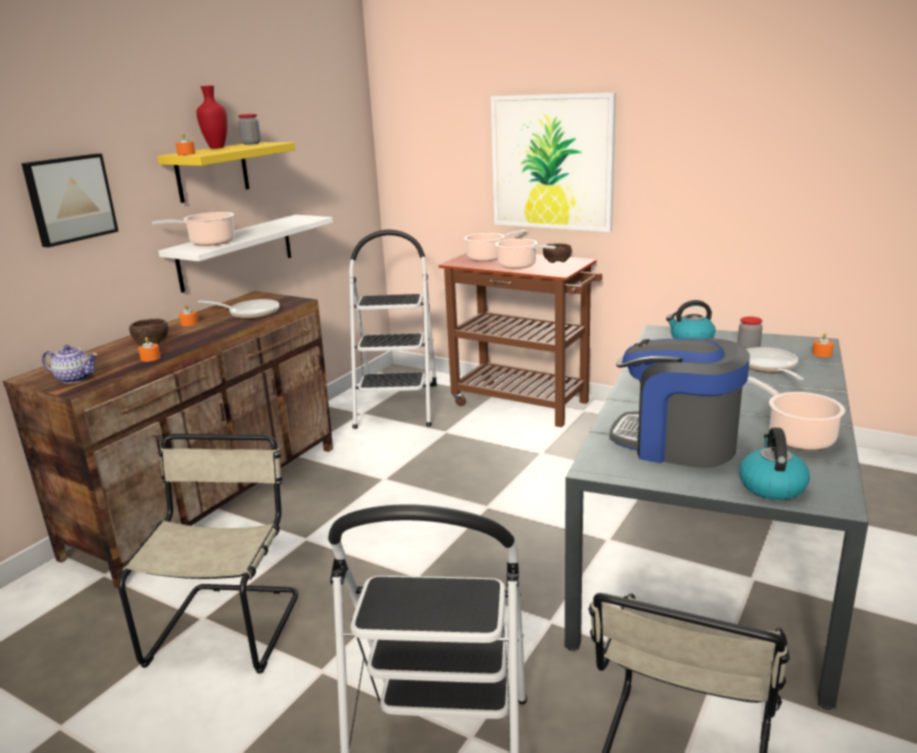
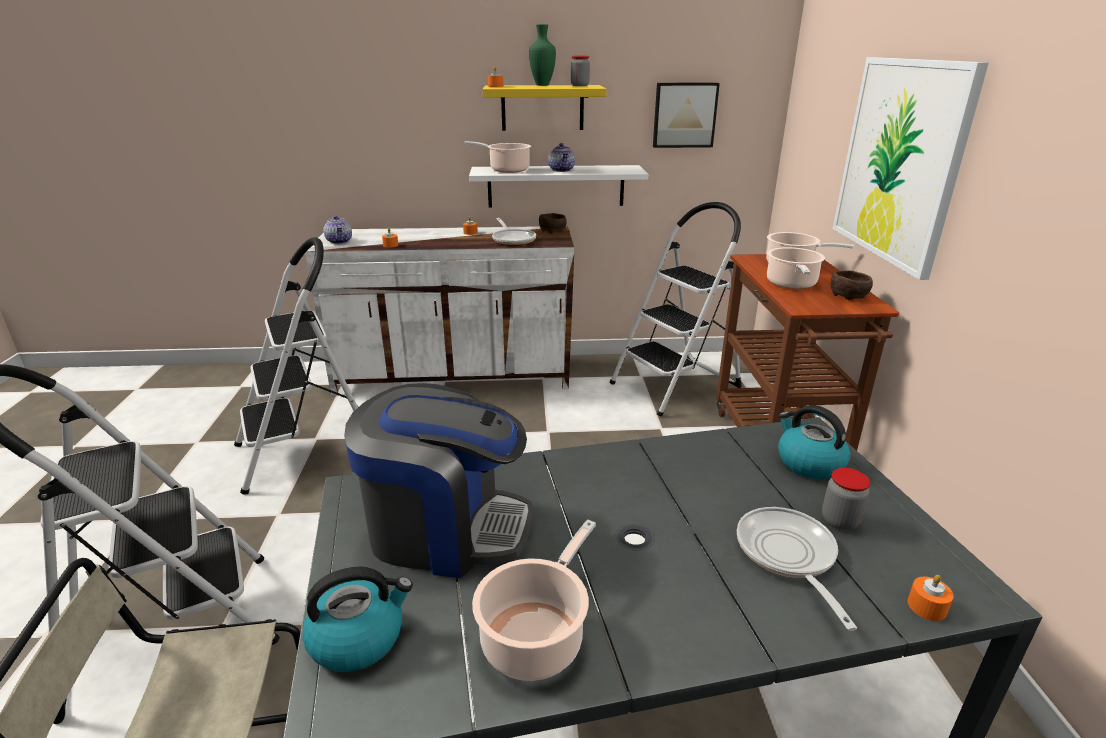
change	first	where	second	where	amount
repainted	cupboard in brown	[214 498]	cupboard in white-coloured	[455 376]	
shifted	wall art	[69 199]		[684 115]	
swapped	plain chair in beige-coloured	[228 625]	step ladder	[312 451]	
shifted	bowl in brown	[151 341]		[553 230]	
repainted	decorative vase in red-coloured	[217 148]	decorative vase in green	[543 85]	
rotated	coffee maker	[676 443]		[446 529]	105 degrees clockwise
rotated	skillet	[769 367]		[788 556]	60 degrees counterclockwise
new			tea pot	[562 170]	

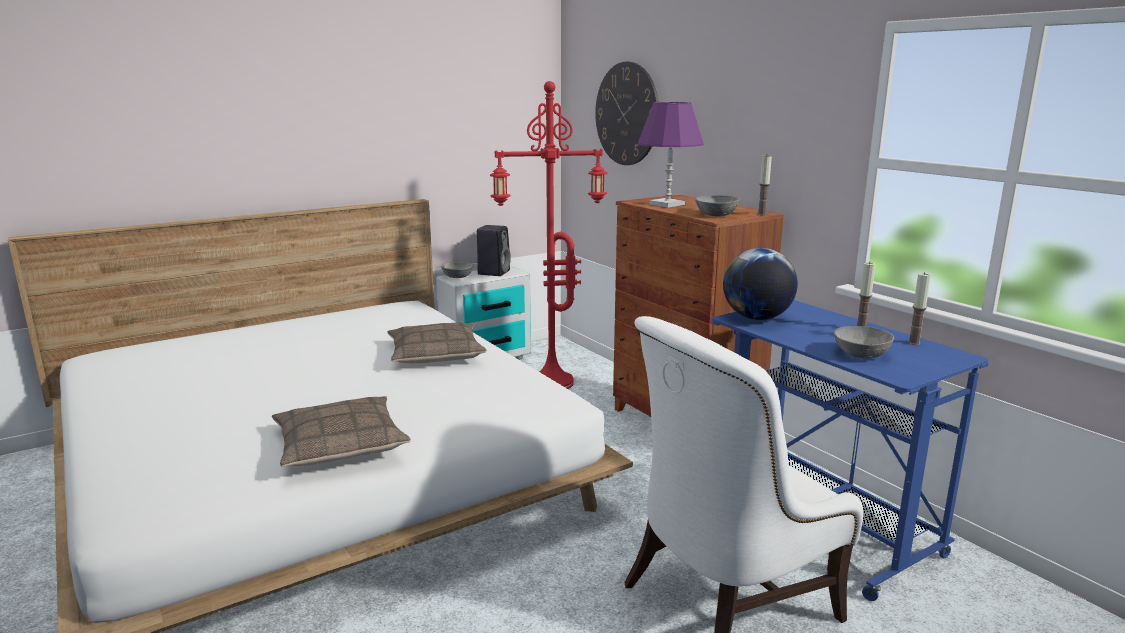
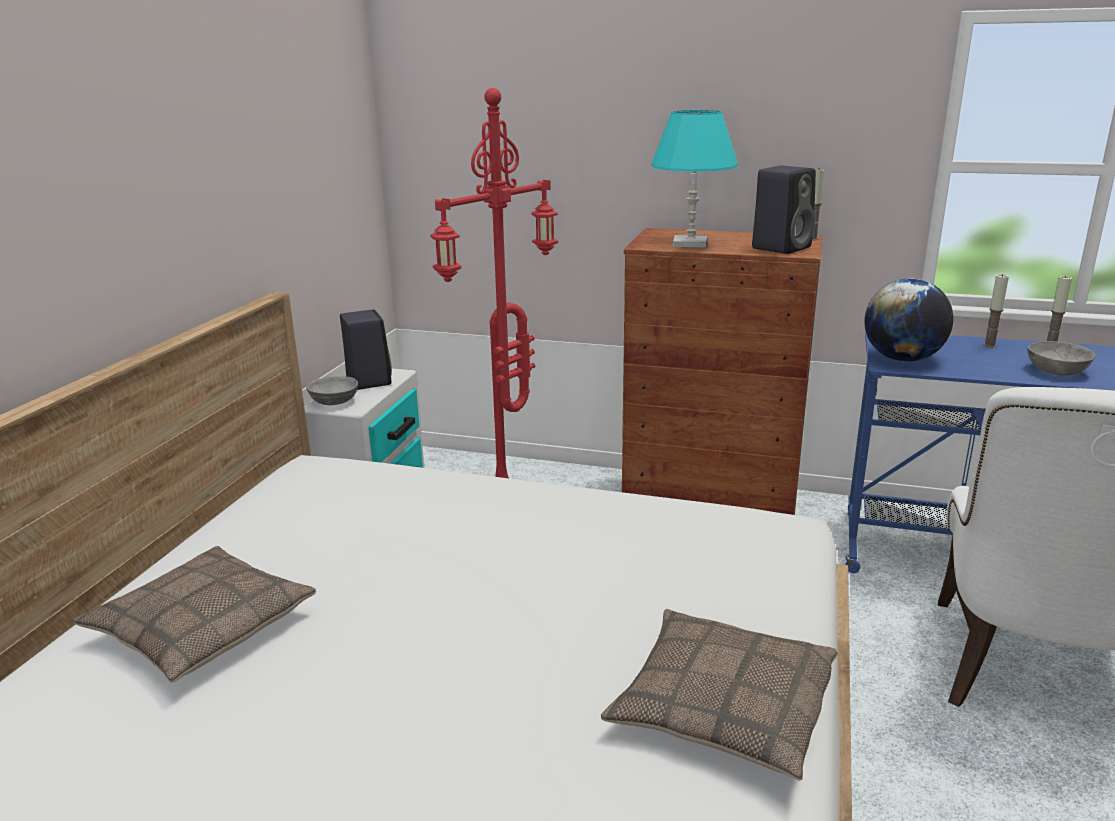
change	first	where	second	where	amount
shifted	throw pillow	[435 354]		[201 627]	
gone	clock on the wall	[627 114]			
repainted	table lamp in purple-coloured	[667 204]	table lamp in turquoise	[690 243]	
swapped	bowl in greyish	[716 214]	audio speaker in black	[782 247]	

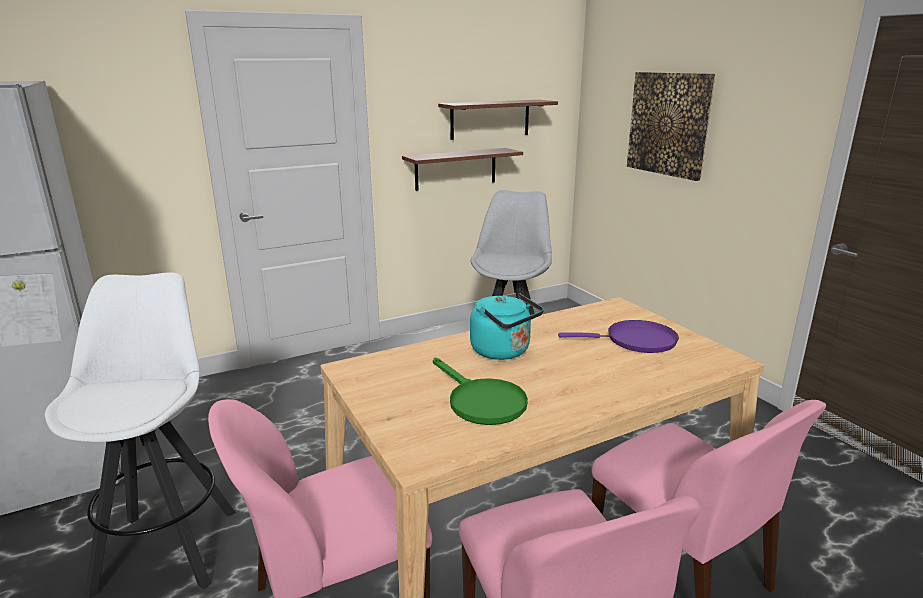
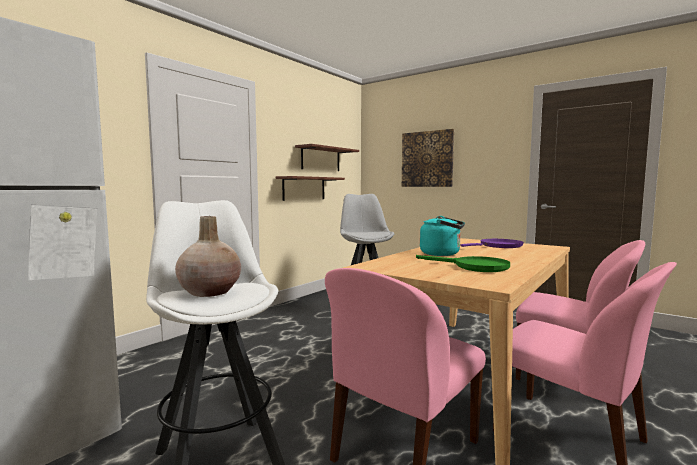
change	first	where	second	where	amount
new			decorative vase in beige-coloured	[210 291]	

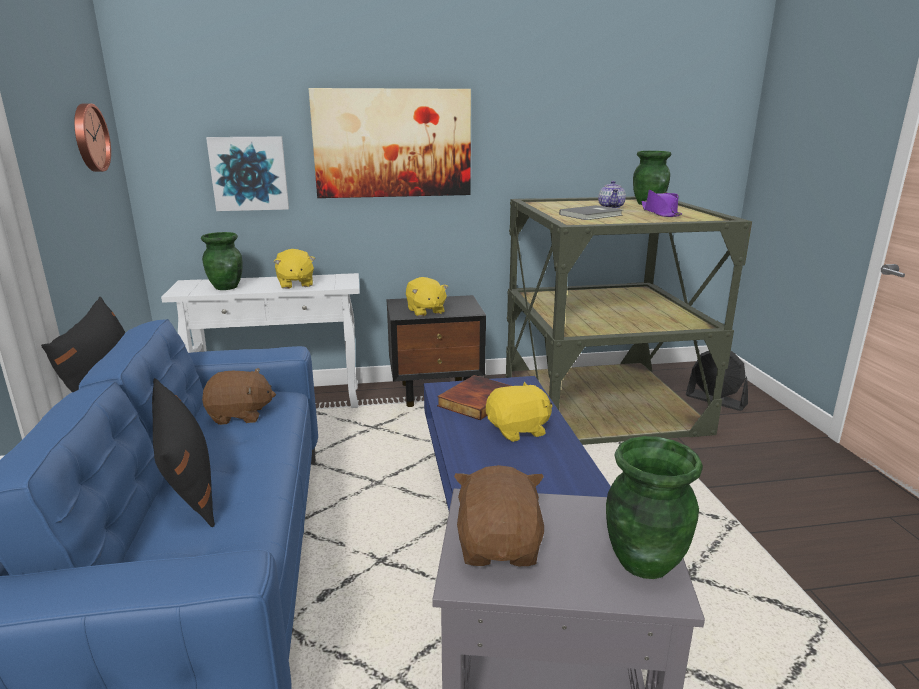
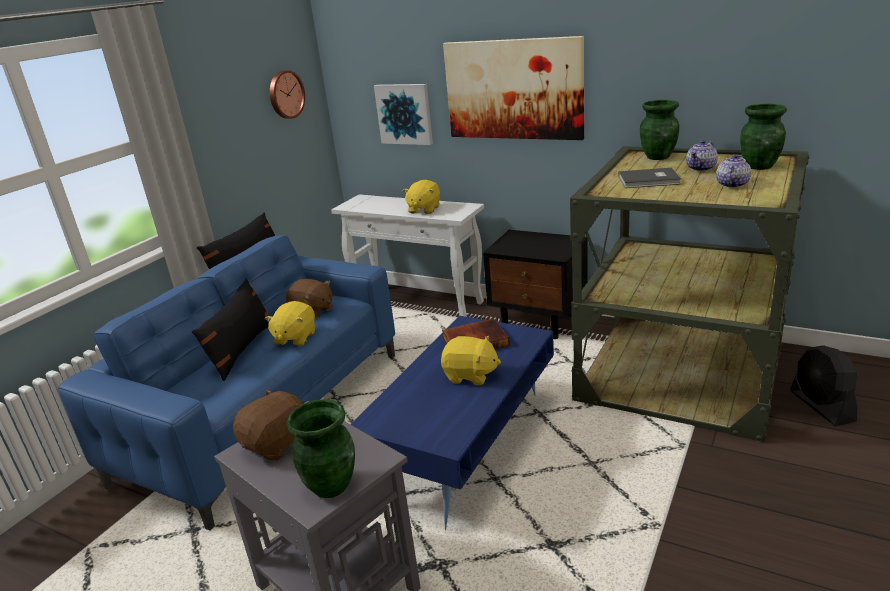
change	first	where	second	where	amount
shifted	decorative vase in green	[226 287]		[658 157]	
shifted	soft toy in yellow	[425 311]		[295 338]	
swapped	wearable hat in purple-coloured	[660 213]	tea pot	[731 185]	

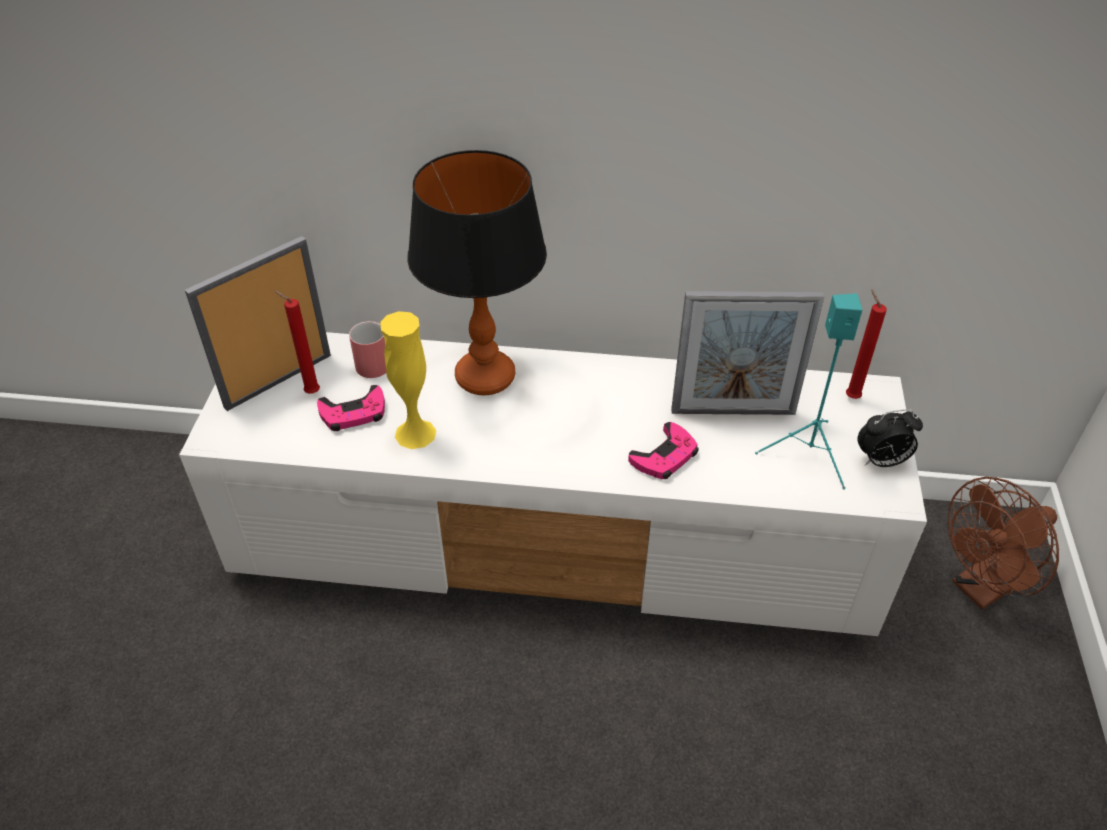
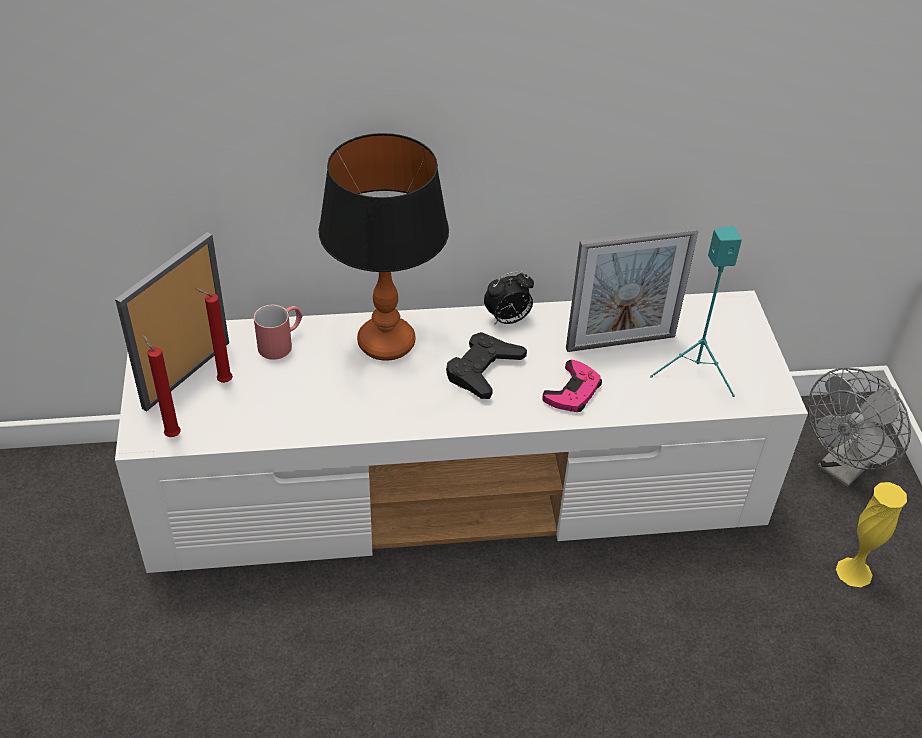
change	first	where	second	where	amount
gone	game controller in pinkish	[353 413]			
shifted	decorative vase in yellow	[415 433]		[854 572]	
shifted	wax candle in red-coloured	[850 396]		[171 434]	
shifted	alarm clock	[881 461]		[507 320]	
repainted	cooling fan in brown	[982 588]	cooling fan in greyish	[843 468]	
new			game controller in black	[483 370]	

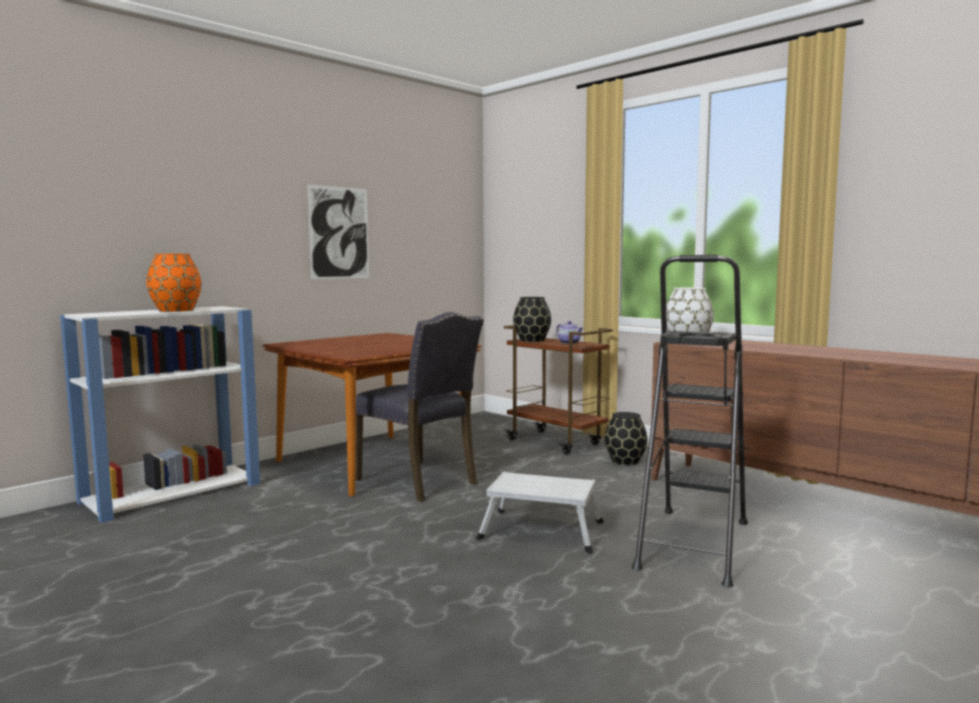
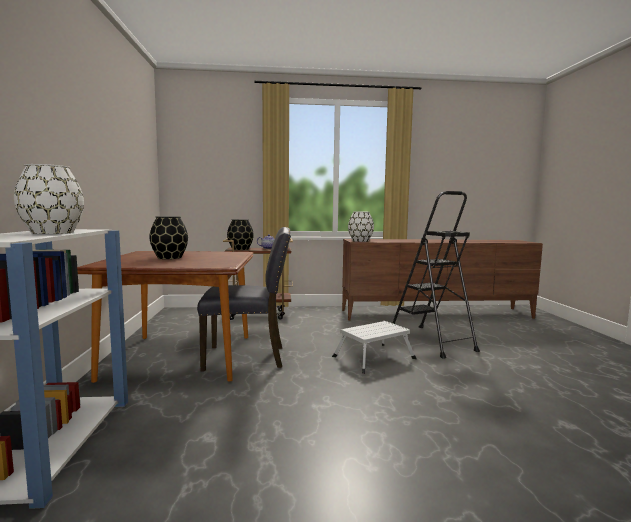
change	first	where	second	where	amount
repainted	decorative vase in orange-coloured	[176 310]	decorative vase in white-coloured	[52 232]	
gone	wall art	[339 233]			
shifted	decorative vase in black	[624 461]		[169 257]	

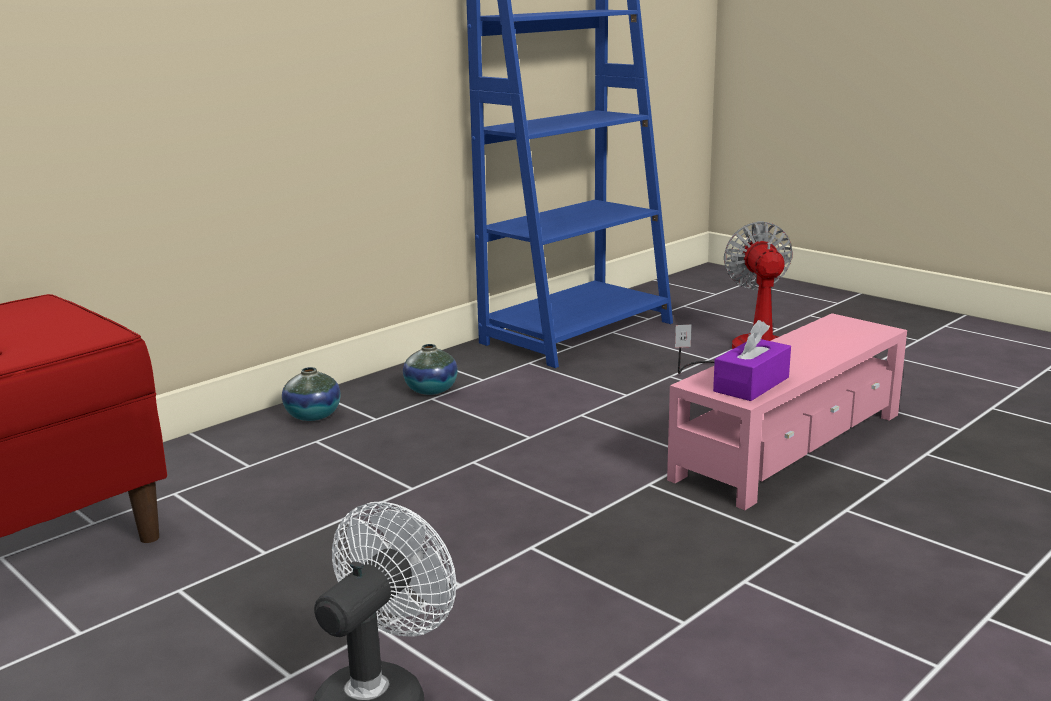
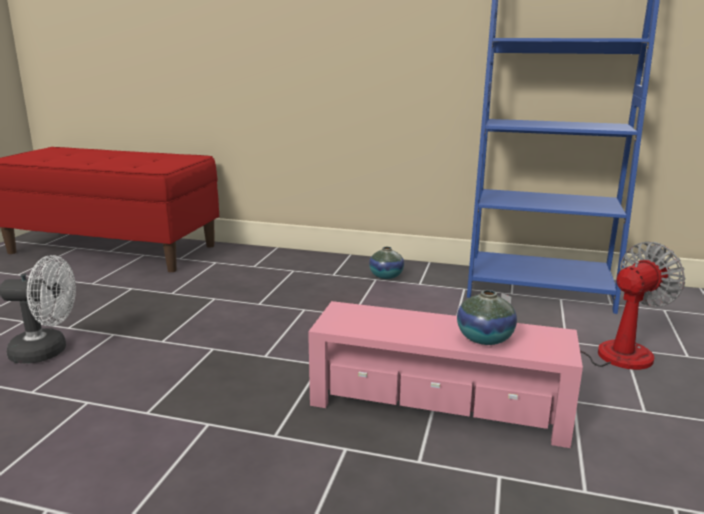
change	first	where	second	where	amount
shifted	decorative vase	[313 416]		[484 338]	
gone	tissue holder in purple-coloured	[751 384]			

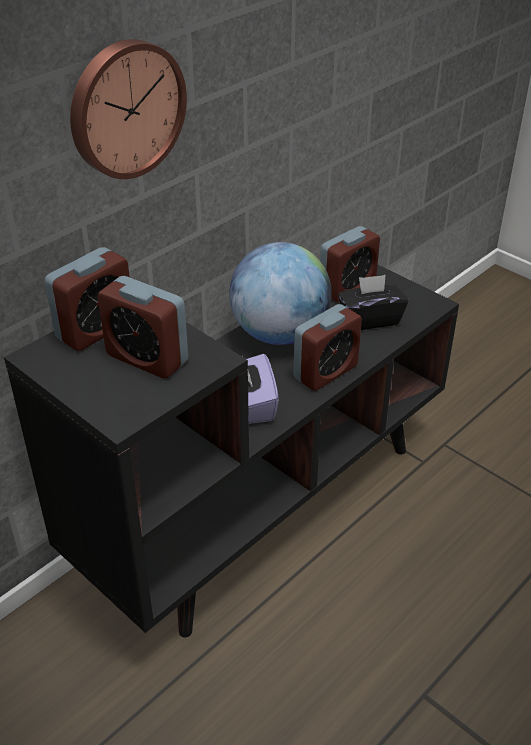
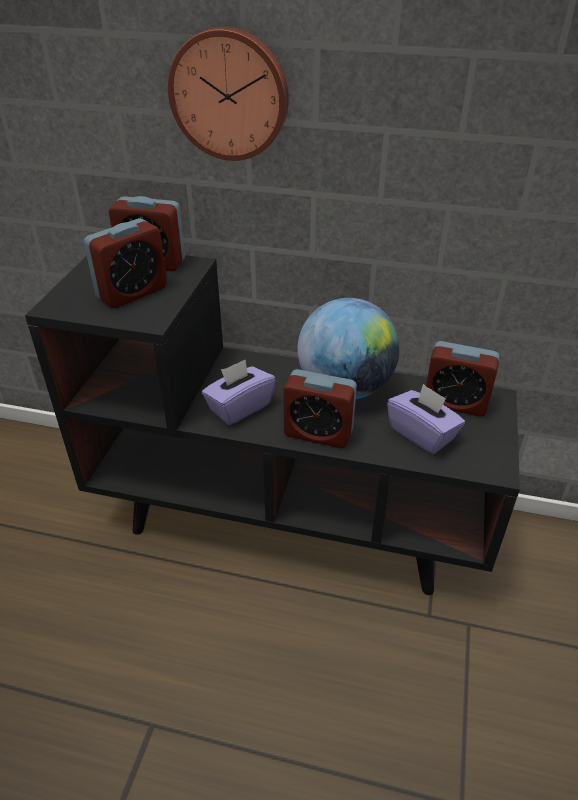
change	first	where	second	where	amount
rotated	alarm clock	[147 358]		[132 292]	135 degrees counterclockwise
repainted	tissue holder in black	[370 319]	tissue holder in purple-coloured	[422 434]	

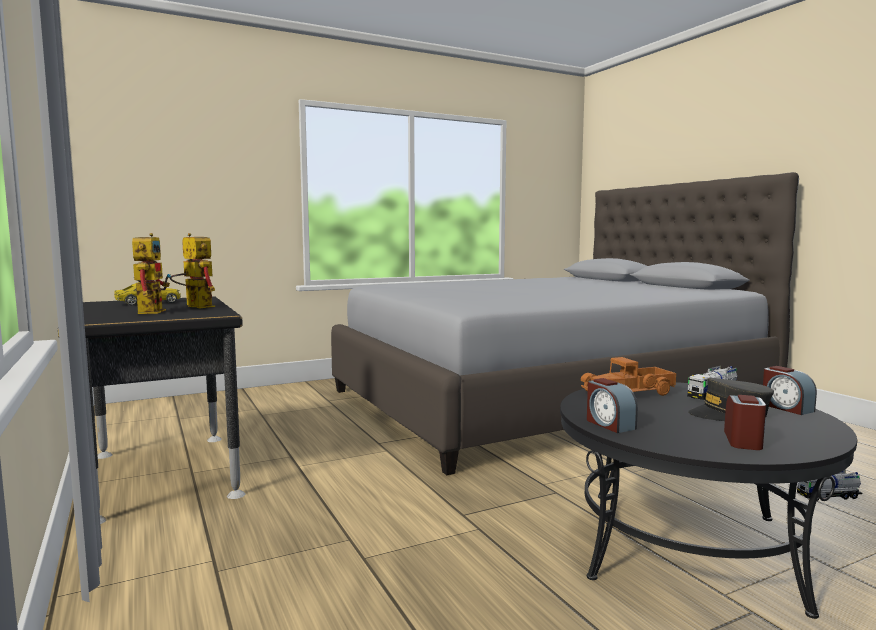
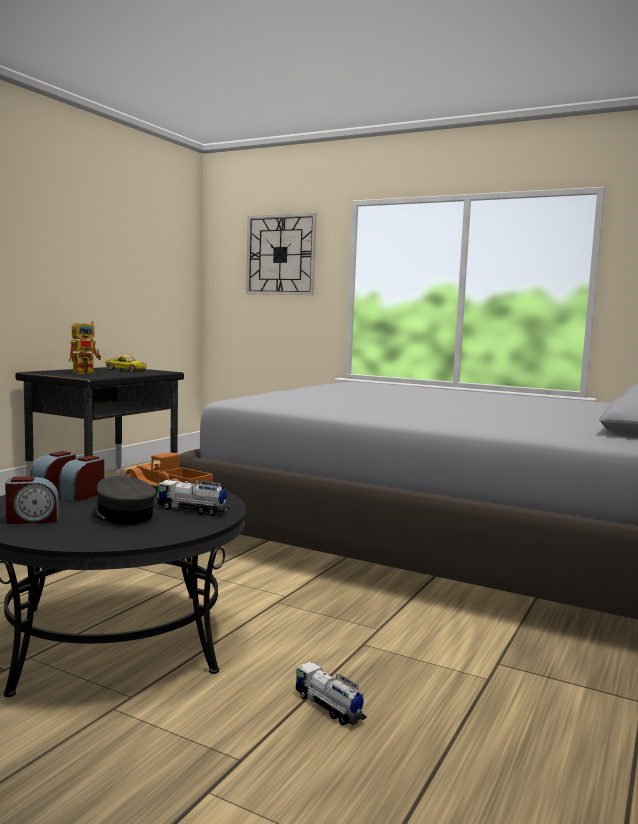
change	first	where	second	where	amount
gone	toy robot	[194 306]			
shifted	alarm clock	[786 407]		[83 495]	
new			clock on the wall	[281 255]	

